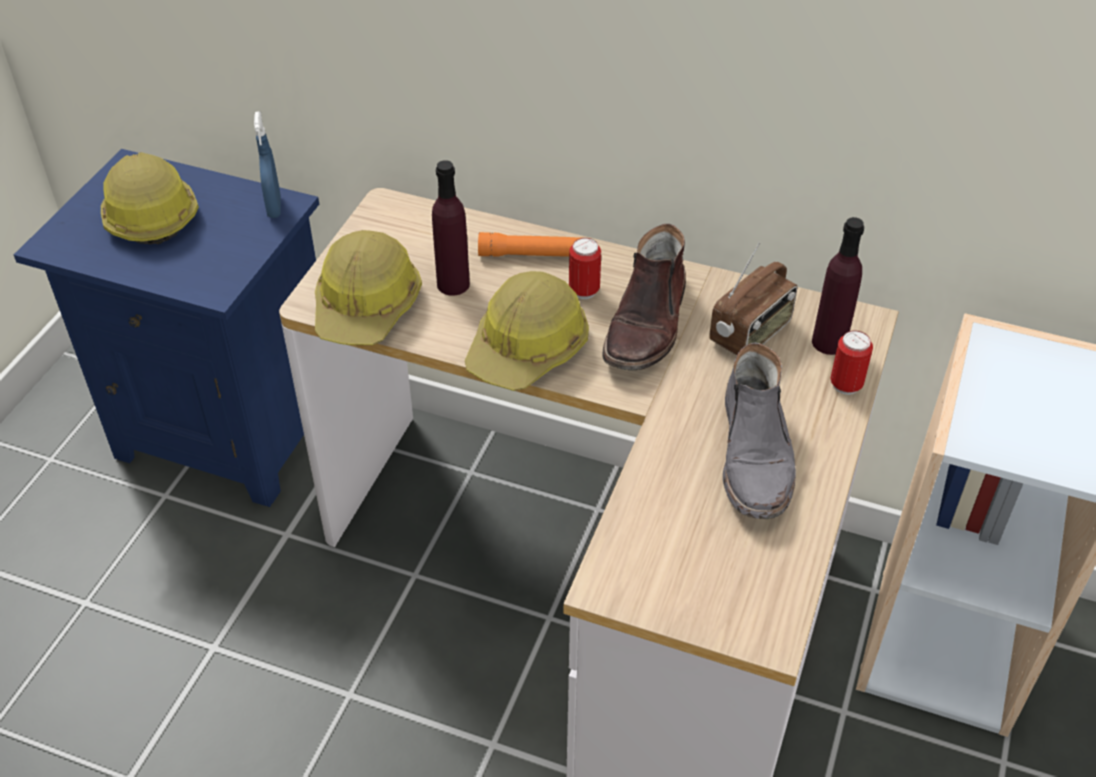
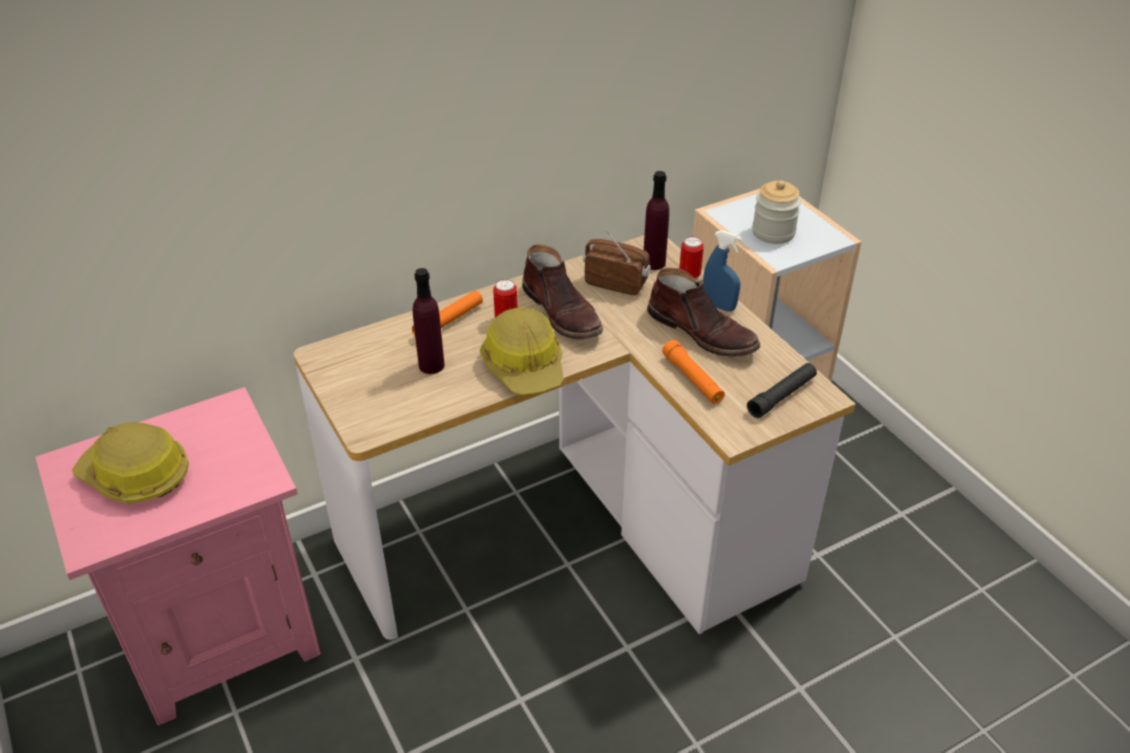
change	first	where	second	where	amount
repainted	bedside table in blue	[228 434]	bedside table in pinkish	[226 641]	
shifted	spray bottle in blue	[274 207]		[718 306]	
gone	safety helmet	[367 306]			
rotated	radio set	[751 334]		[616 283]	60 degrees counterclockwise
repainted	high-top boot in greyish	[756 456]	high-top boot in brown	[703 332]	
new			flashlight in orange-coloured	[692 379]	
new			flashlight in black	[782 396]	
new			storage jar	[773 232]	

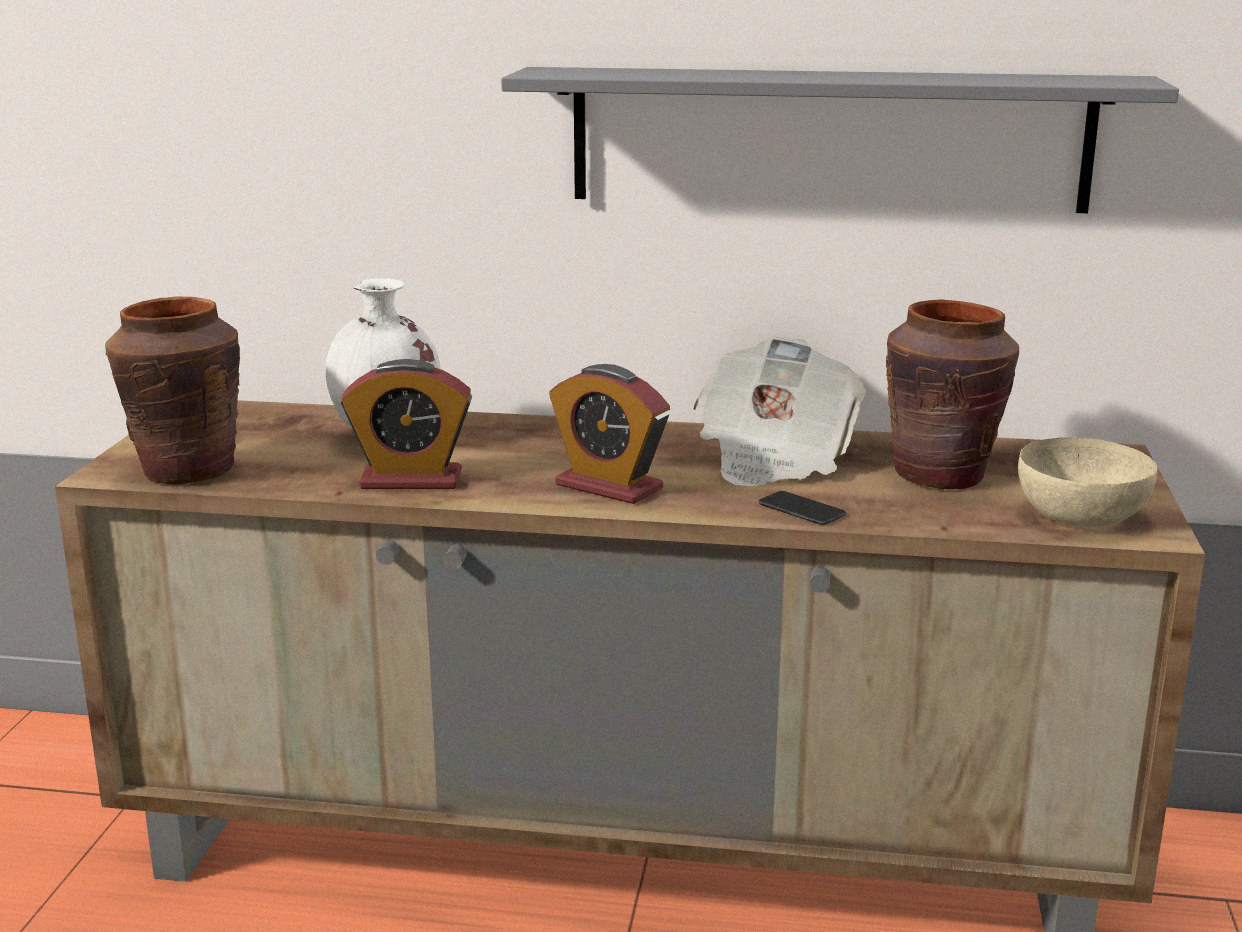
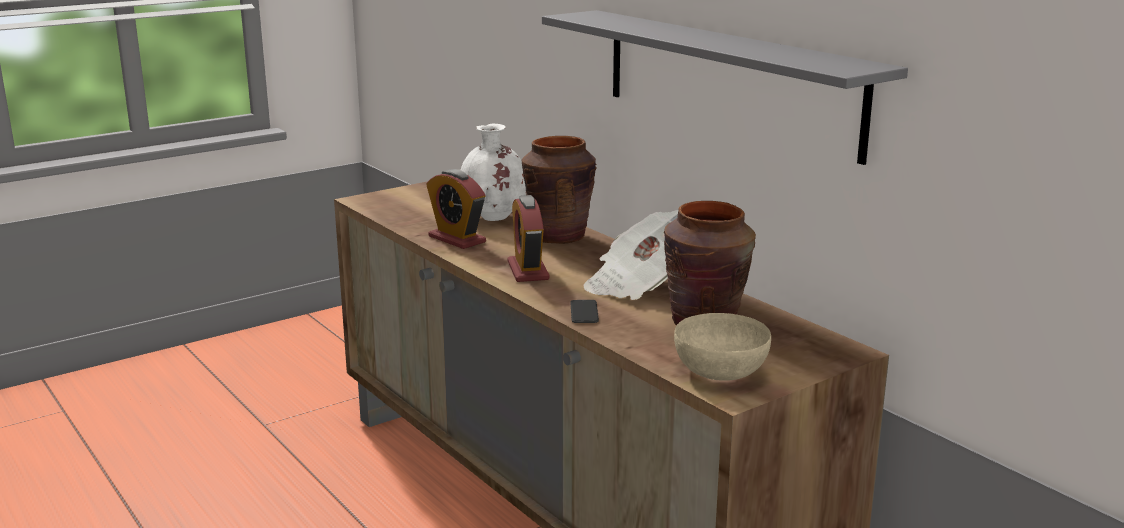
change	first	where	second	where	amount
shifted	decorative vase in brown	[187 471]		[558 237]	

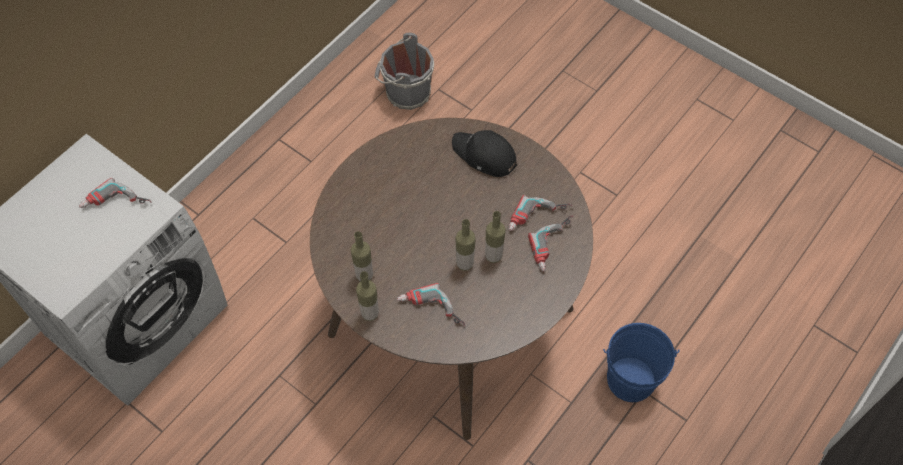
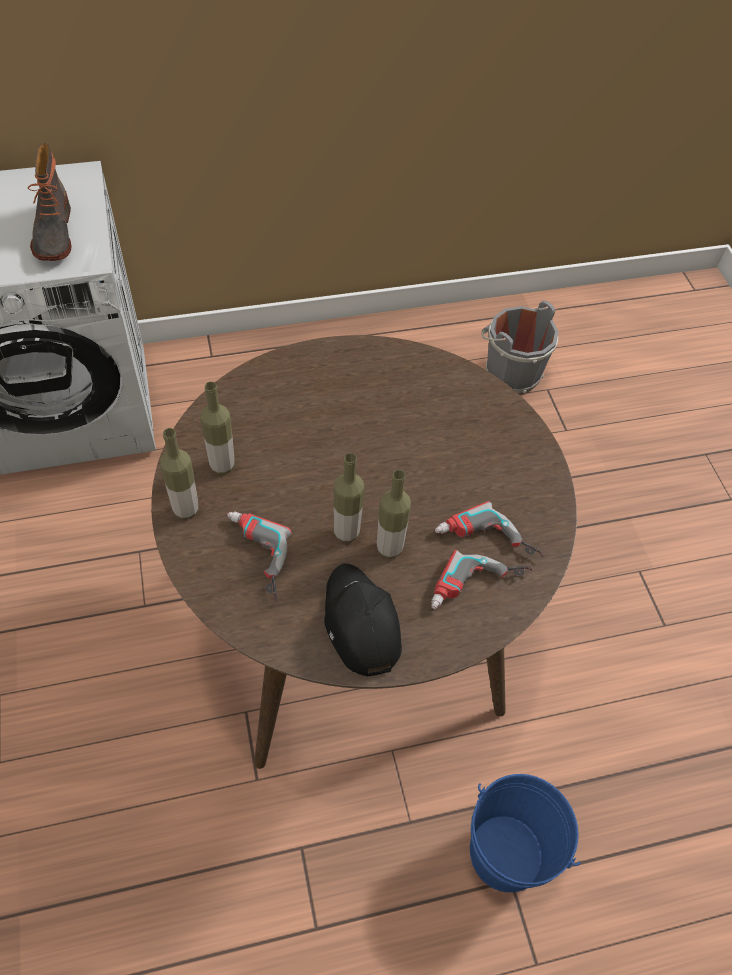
change	first	where	second	where	amount
swapped	electric drill	[115 206]	high-top boot	[53 233]	
shifted	peaked cap in black	[484 156]		[360 624]	

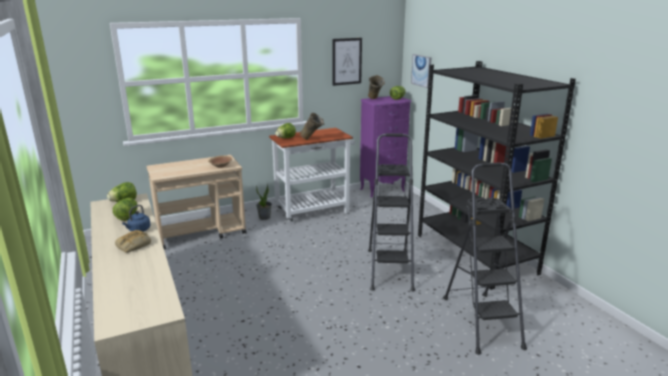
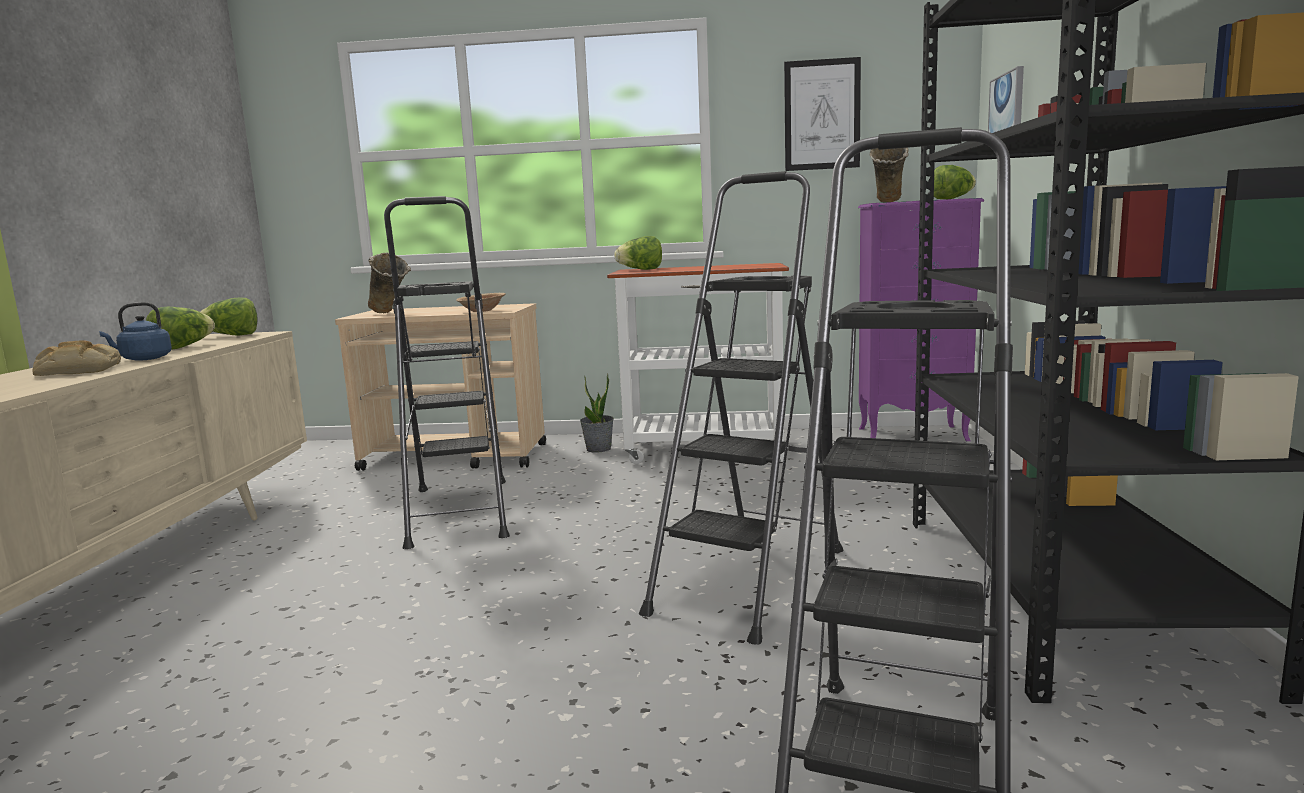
change	first	where	second	where	amount
shifted	decorative vase in beige-coloured	[312 140]		[390 313]	
new			step ladder	[459 512]	

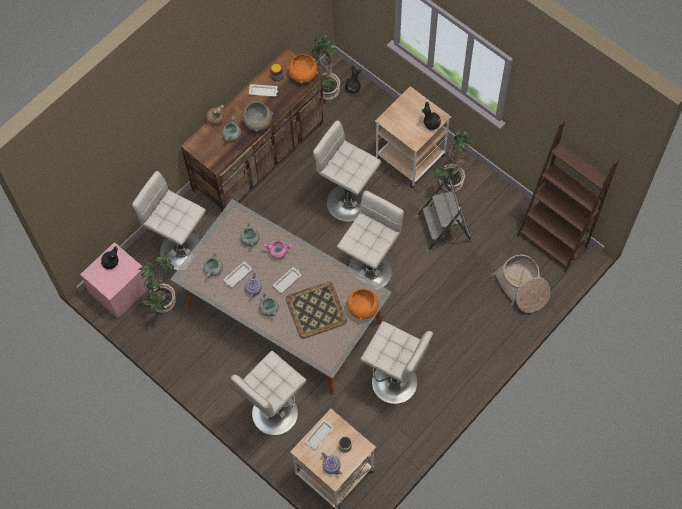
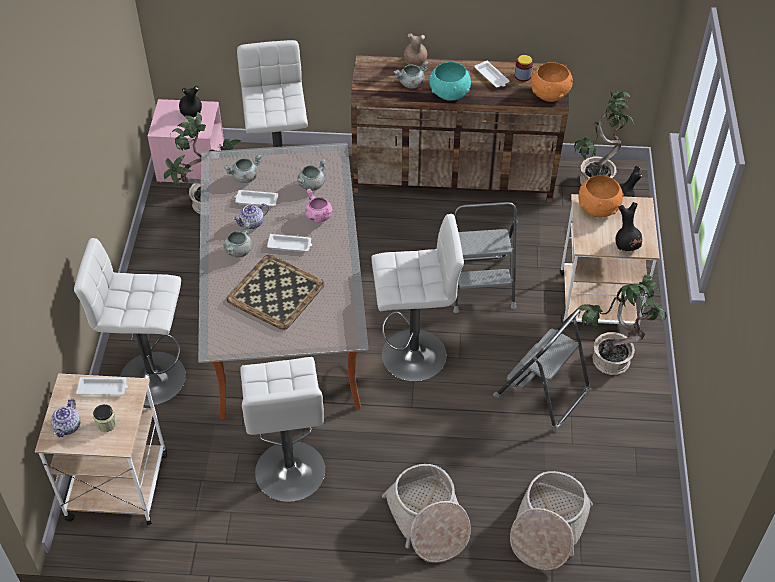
change	first	where	second	where	amount
repainted	bowl in greyish	[258 122]	bowl in turquoise	[449 94]	
swapped	stool in white-coloured	[347 202]	step ladder in greyish	[480 281]	
shifted	bowl in orange-coloured	[362 308]		[598 208]	
gone	bookshelf in brown	[552 241]			
new			basket	[428 521]	

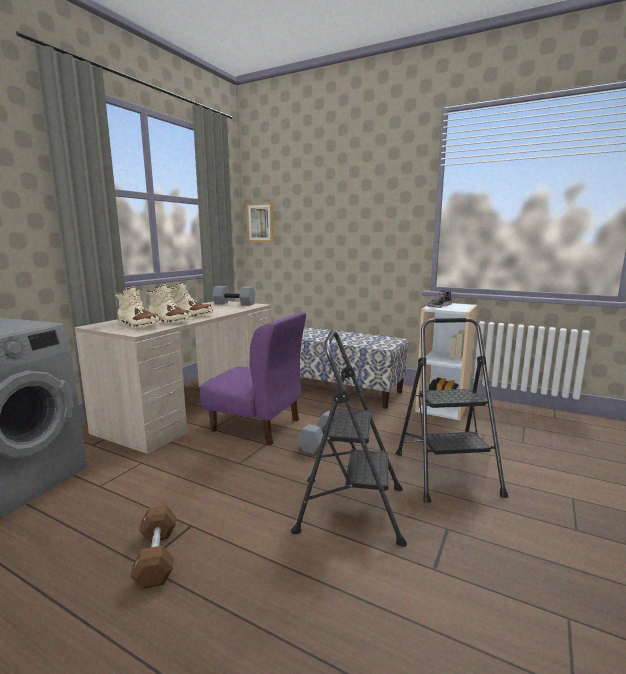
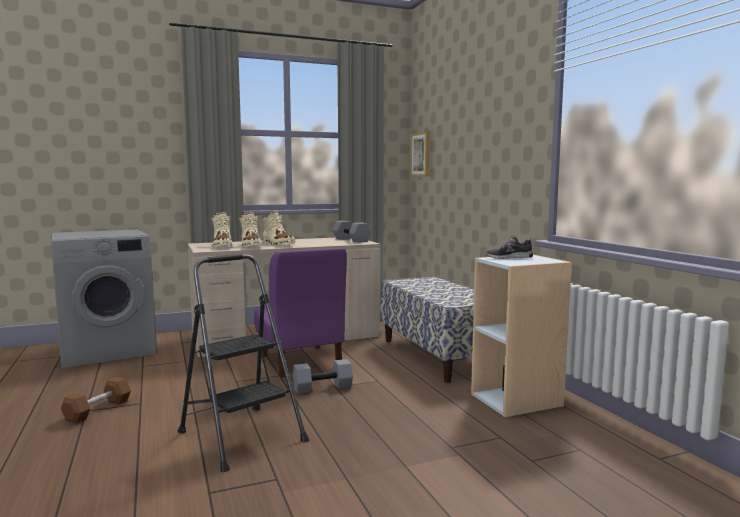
change	first	where	second	where	amount
gone	step ladder in black	[445 471]			

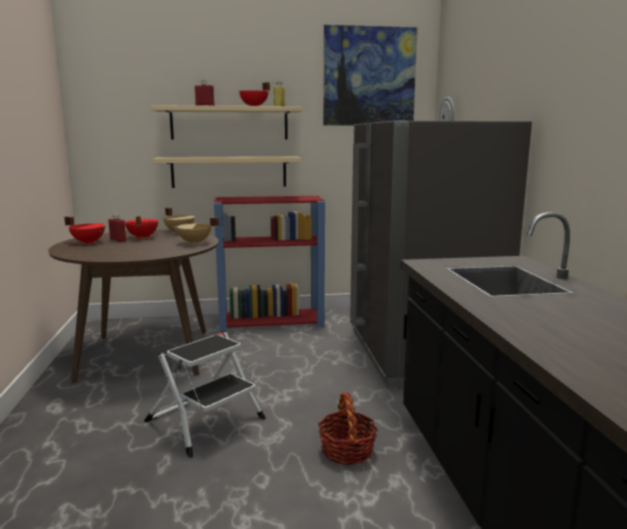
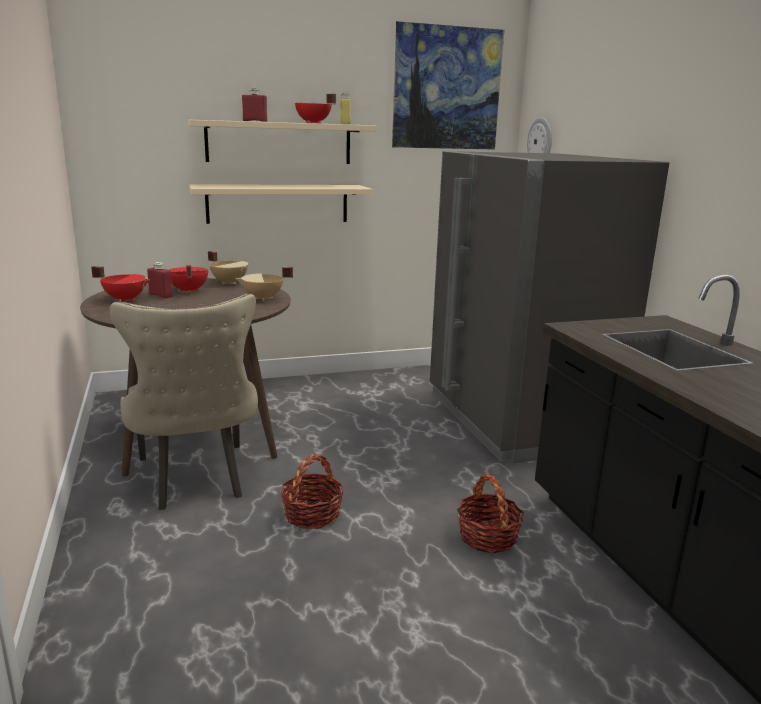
change	first	where	second	where	amount
swapped	step ladder	[204 421]	basket	[312 514]	
gone	bookshelf in red-coloured	[271 321]			
new			plain chair in beige-coloured	[196 478]	

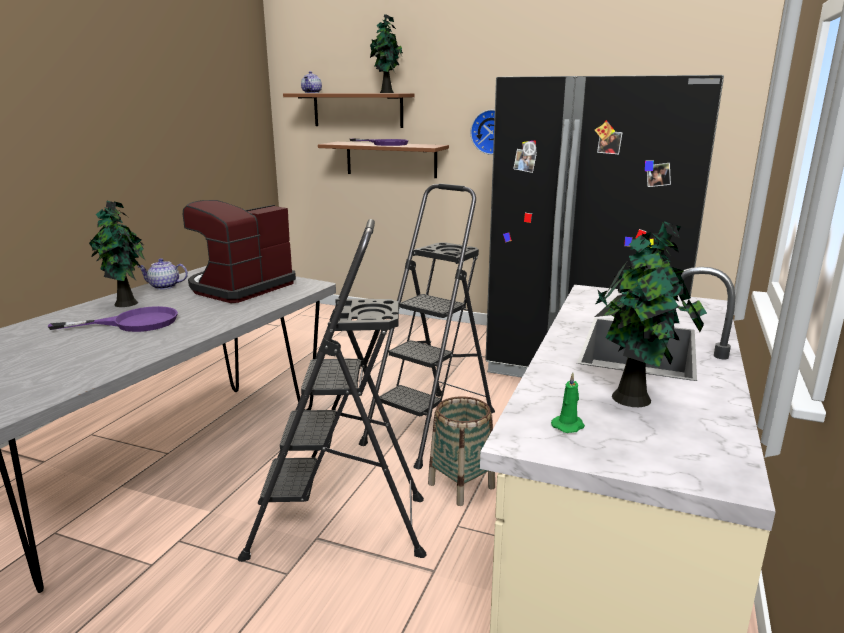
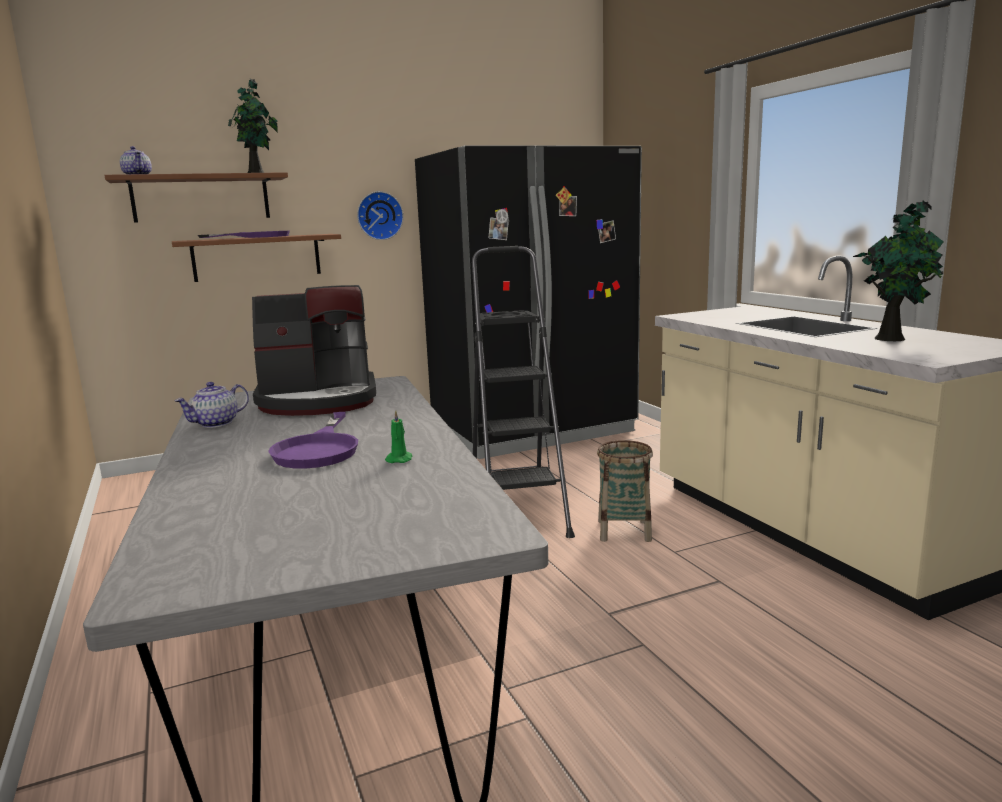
change	first	where	second	where	amount
rotated	skillet in purple-coloured	[133 323]		[319 449]	150 degrees clockwise
gone	potted plant	[127 304]			
rotated	coffee maker	[240 287]		[319 400]	90 degrees counterclockwise
gone	step ladder	[339 526]			
shifted	wax candle in green	[569 425]		[399 459]	

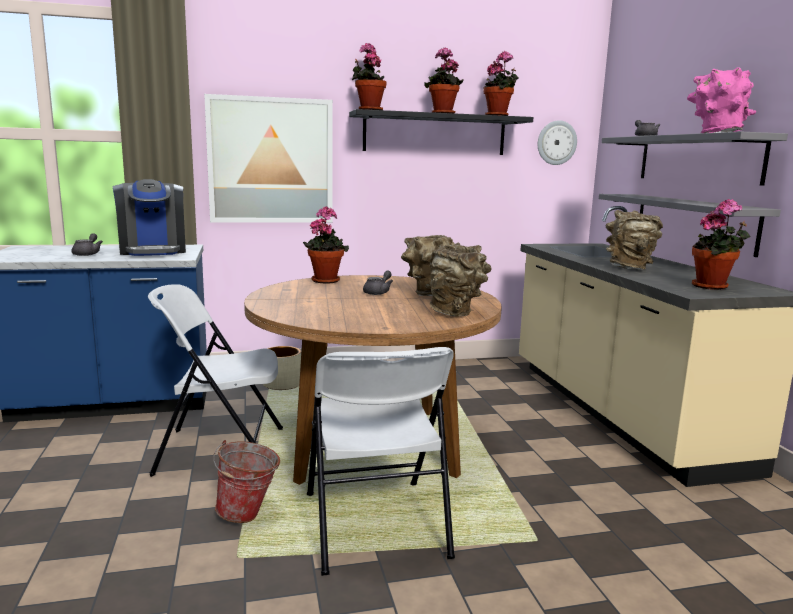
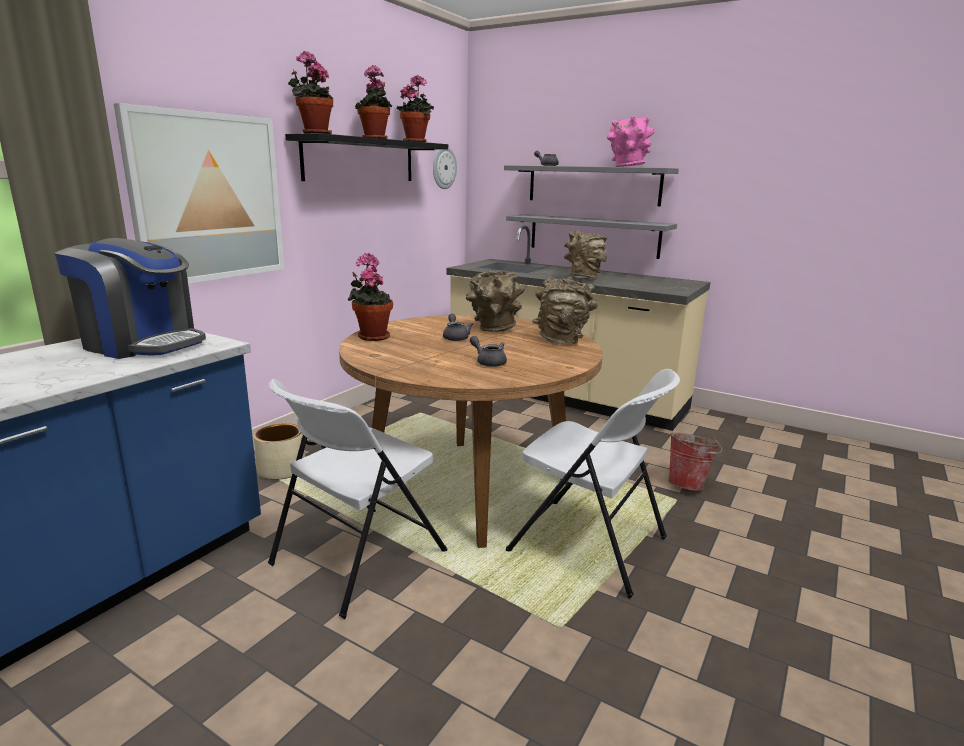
change	first	where	second	where	amount
shifted	tea pot in greyish	[87 254]		[488 362]	
shifted	pail	[249 515]		[689 485]	
gone	potted plant	[713 287]			

